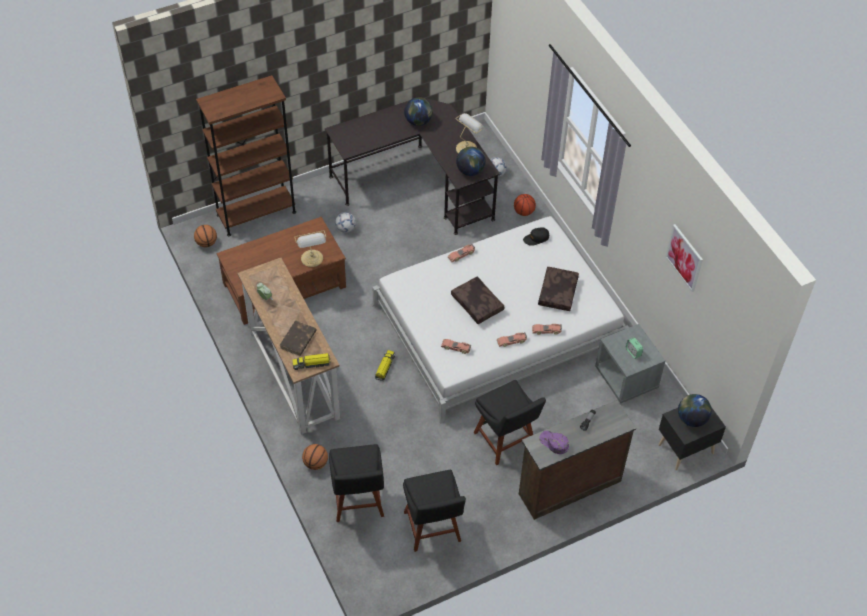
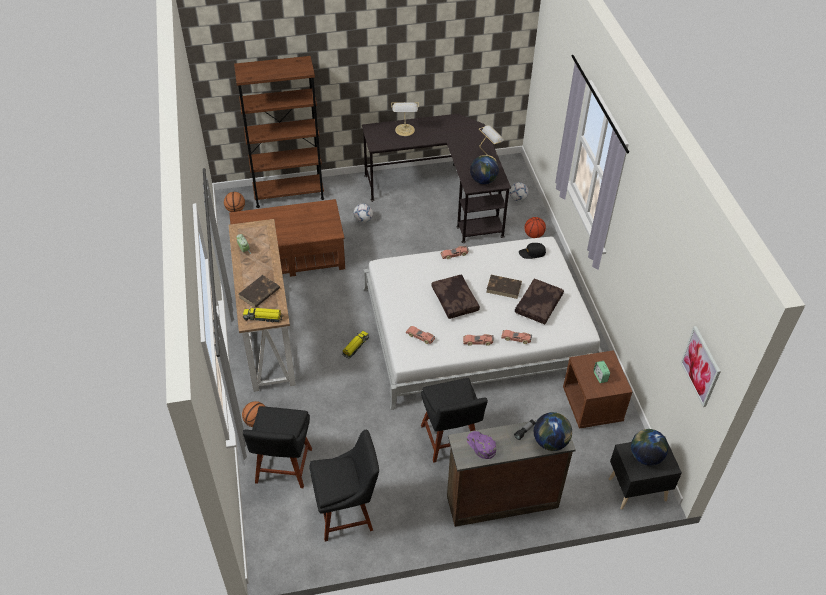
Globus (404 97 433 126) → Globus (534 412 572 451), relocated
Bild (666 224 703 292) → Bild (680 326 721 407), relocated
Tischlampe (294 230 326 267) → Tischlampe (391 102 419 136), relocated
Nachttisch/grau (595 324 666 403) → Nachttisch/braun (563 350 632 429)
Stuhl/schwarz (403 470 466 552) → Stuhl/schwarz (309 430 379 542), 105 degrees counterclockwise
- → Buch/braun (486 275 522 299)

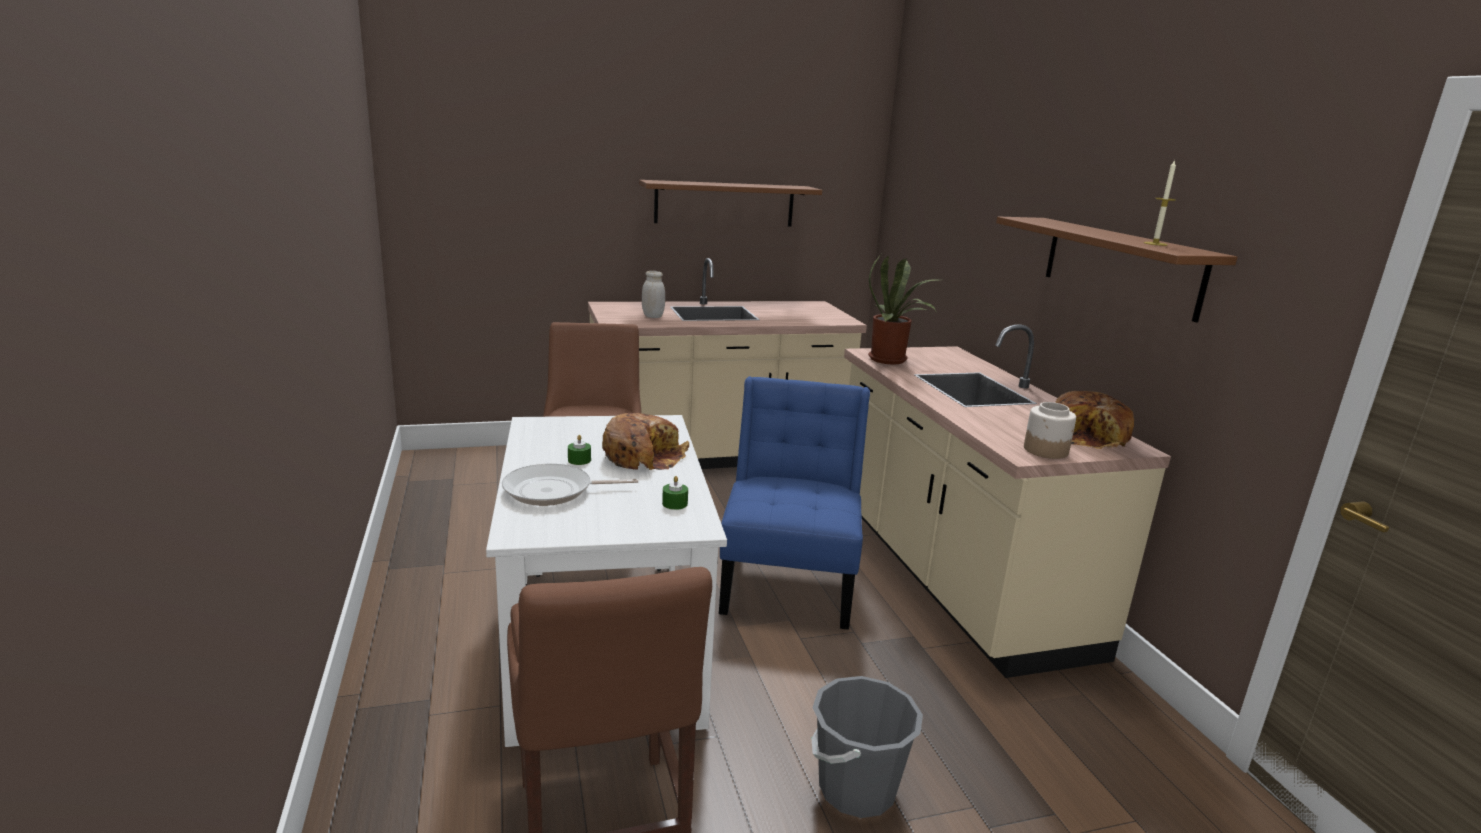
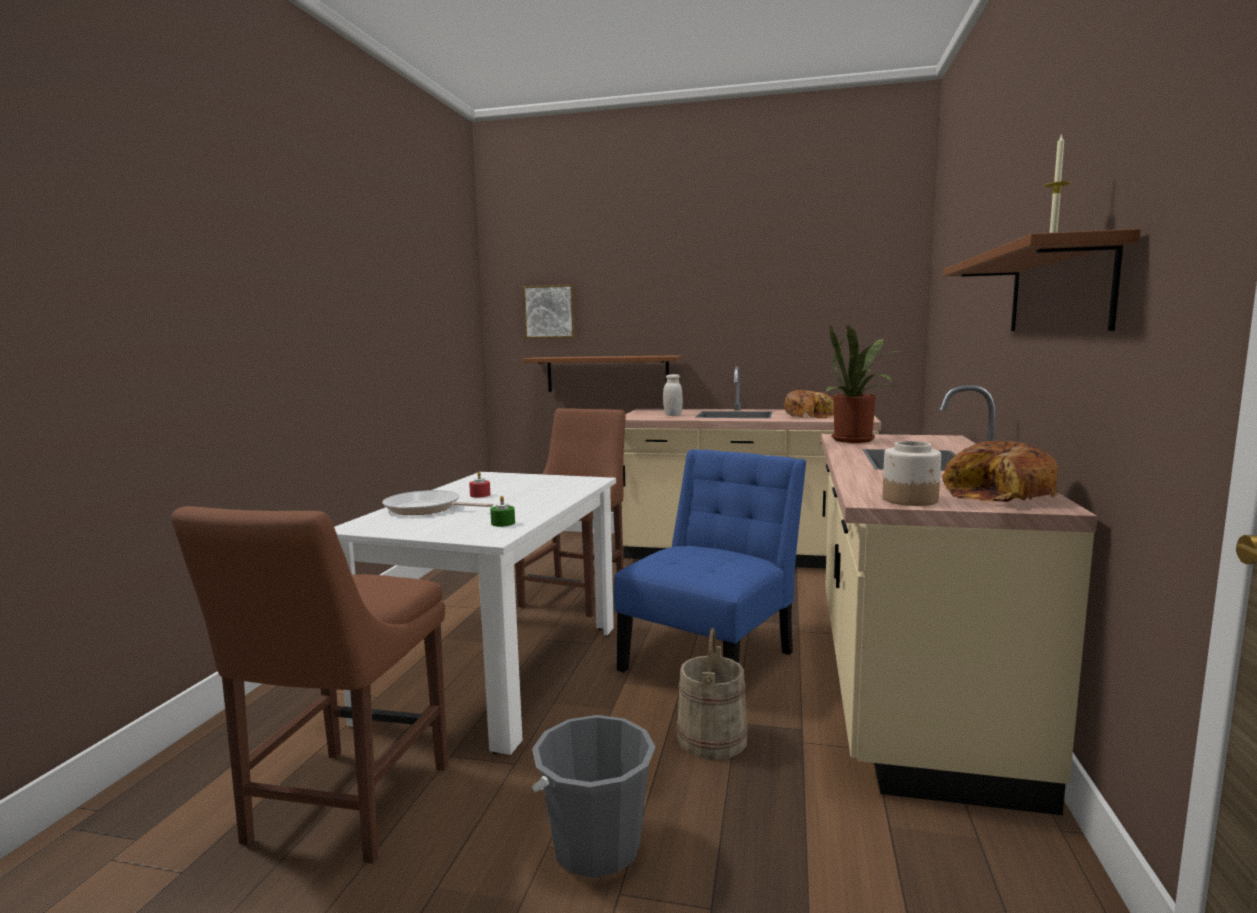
Wandregal/braun (639 180 822 227) → Wandregal/braun (523 355 682 392), relocated
Brot (602 413 689 470) → Brot (784 390 834 419), relocated
Kerze/grün (568 435 591 465) → Kerze/rot (469 472 490 498)
- → Bild (523 284 576 339)
- → Eimer/beige (676 628 748 760)

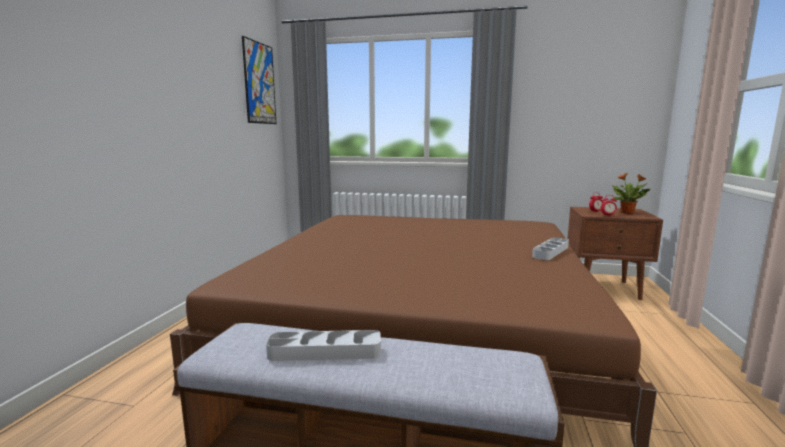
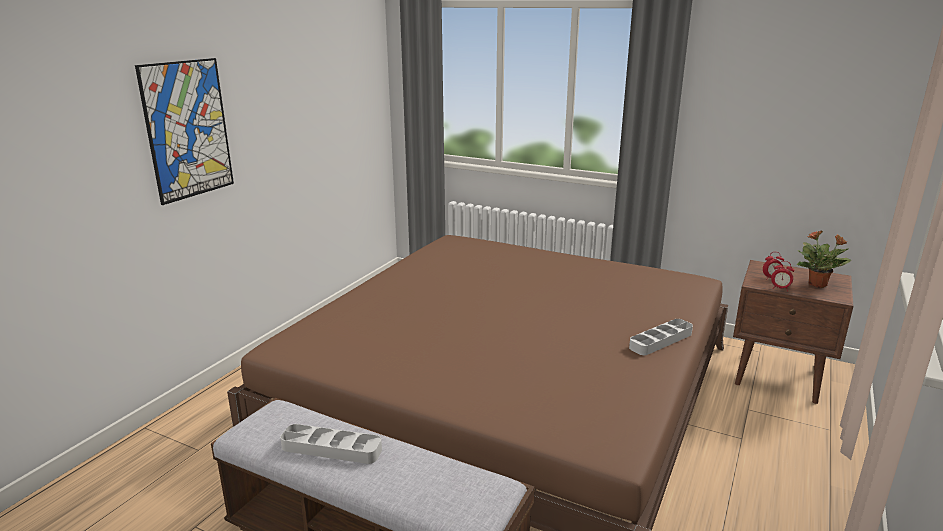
Bild (242 36 276 124) → Bild (135 58 234 205), relocated

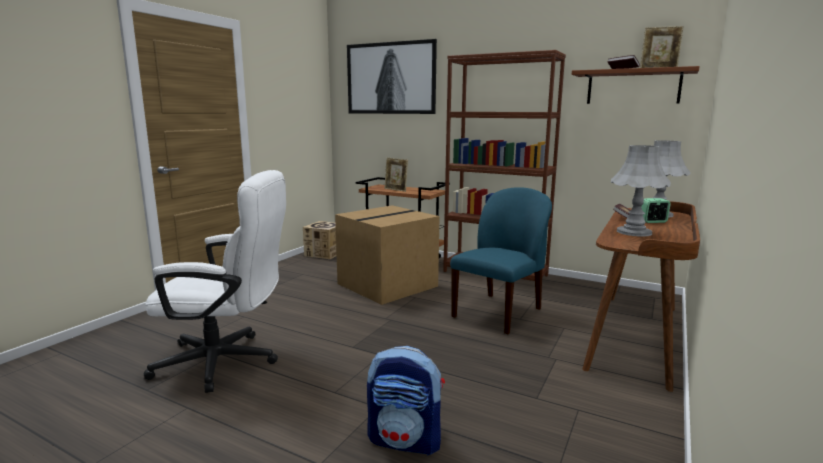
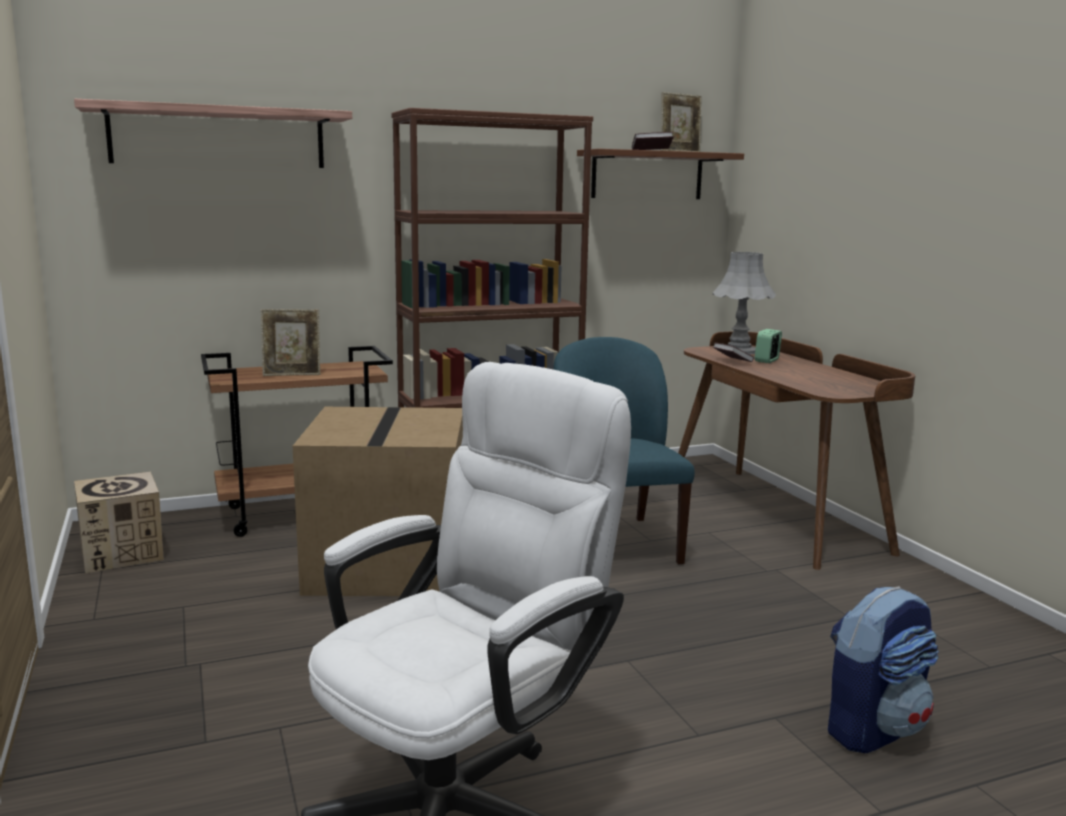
Bild (347 39 437 114) → Wandregal (74 99 352 168)
Tischlampe/grau (611 145 671 237) → -

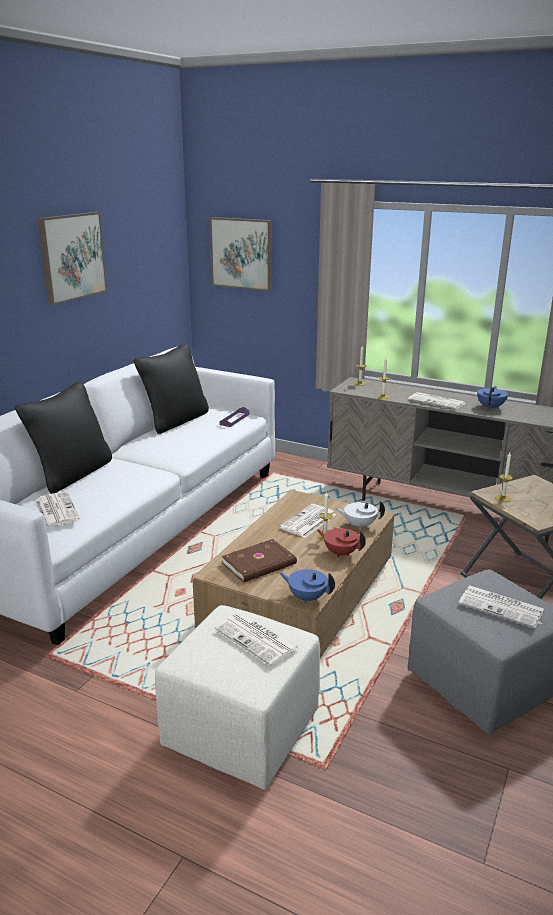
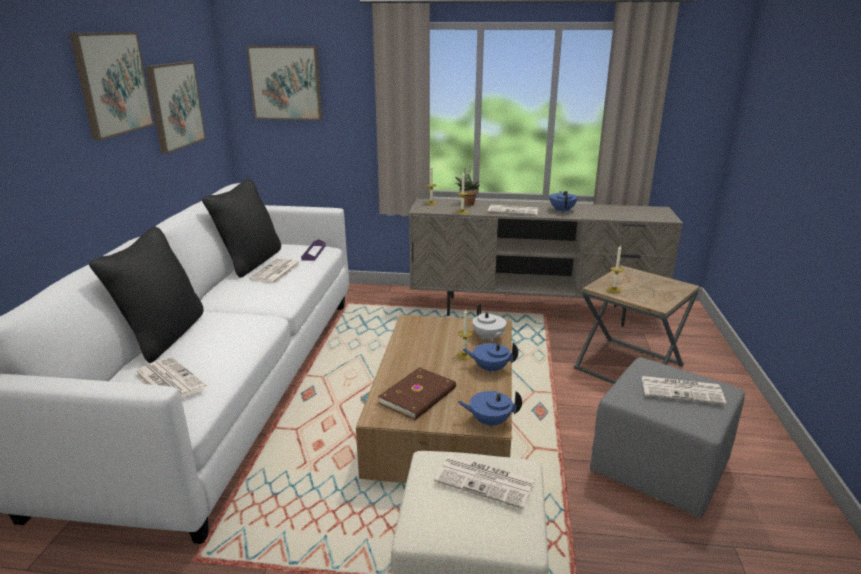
Teekanne/weiß (335 501 385 528) → Teekanne/weiß (472 304 506 342), 105 degrees counterclockwise
Zeitung (279 504 336 538) → Zeitung (250 258 301 283), relocated
Teekanne/rot (317 528 366 557) → Teekanne/blau (463 343 518 374)
- → Bild (146 61 206 154)
- → Topfpflanze (455 165 480 206)

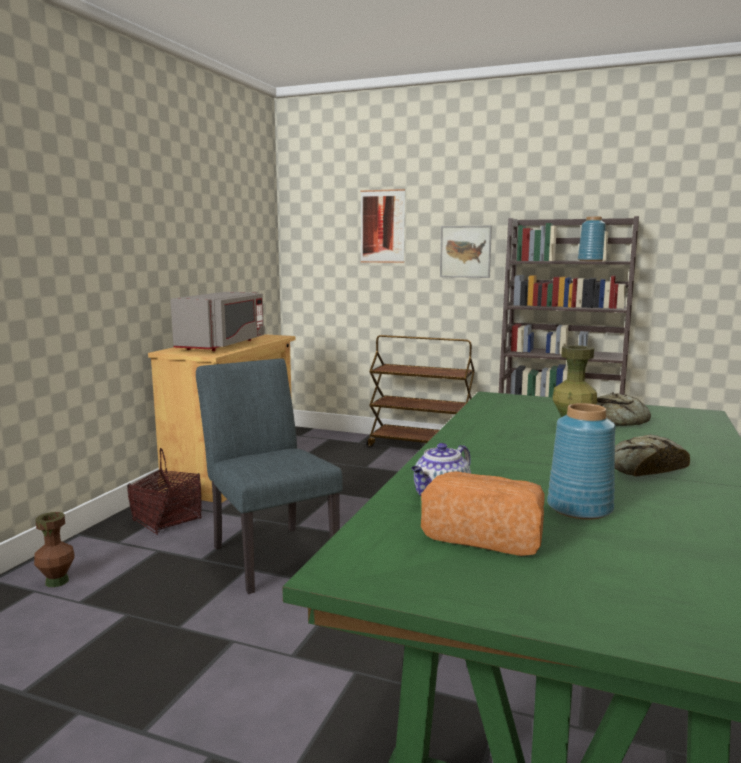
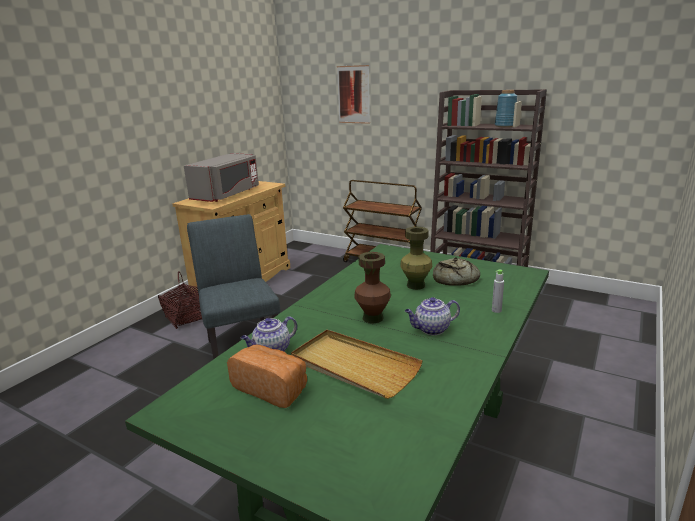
Bild (440 226 492 278) → -
Vase/blau (547 403 616 519) → Tablett/beige (291 330 423 399)
Brot (614 434 690 477) → Teekanne (405 297 460 335)
Vase/braun (34 512 75 587) → Vase/braun (354 252 391 324), relocated
- → Flasche/grau (492 269 504 313)

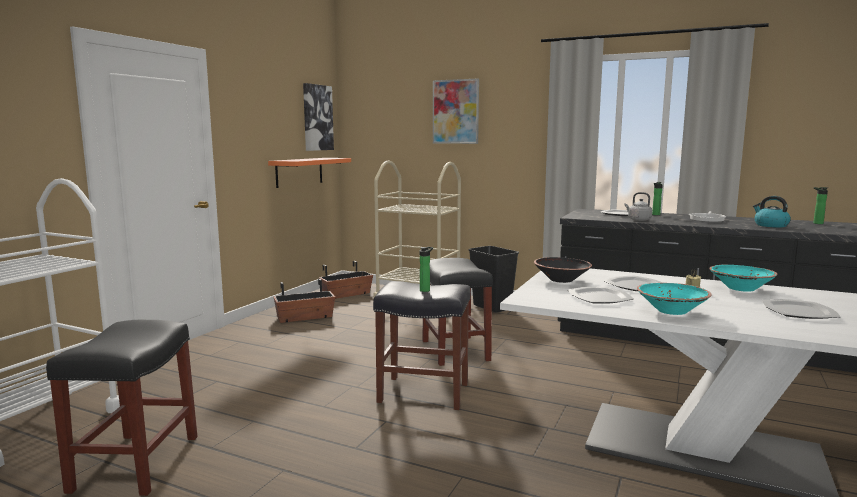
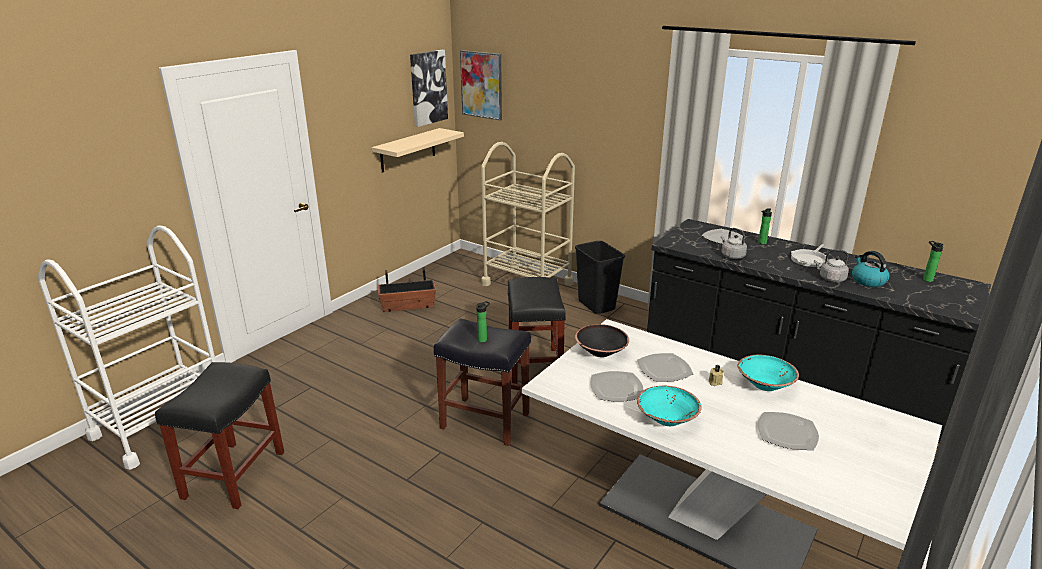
Bild (433 78 479 144) → Bild (460 50 502 120), relocated
Wandregal/orange (268 158 351 188) → Wandregal/beige (372 128 464 173)
Pflanzkübel (319 261 373 299) → -
- → Wasserkessel/grau (814 249 849 282)

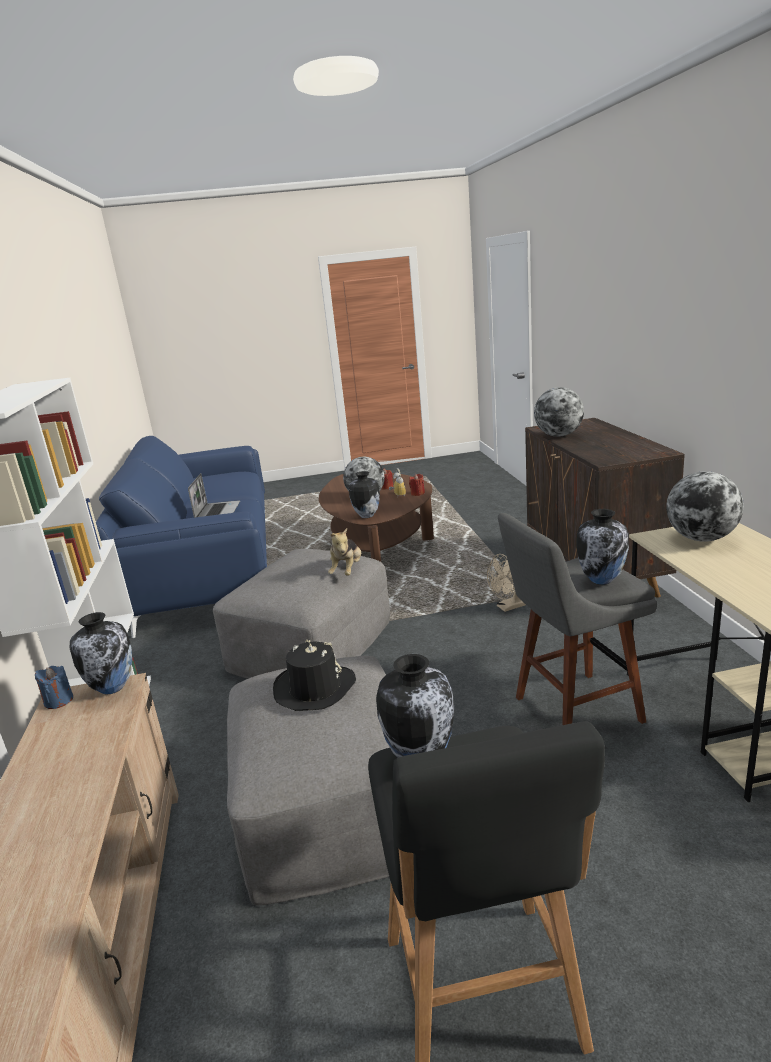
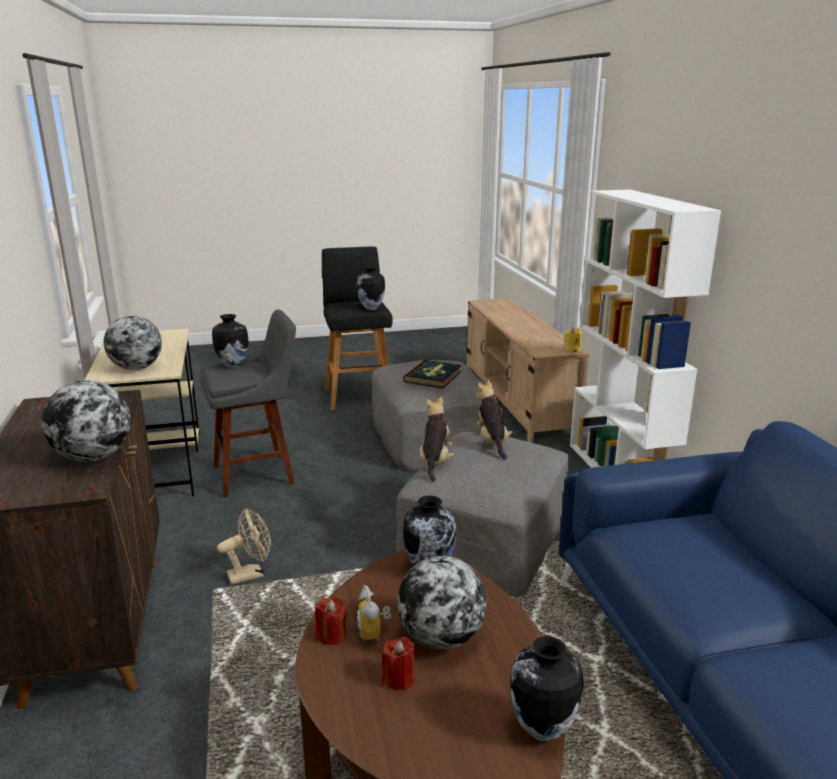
Laptop (188 473 240 518) → -
Vase (70 612 132 695) → Vase (510 636 584 741), relocated
Hut/schwarz (273 640 356 711) → Buch (403 360 461 388)
Kerze/blau (35 666 73 709) → Kerze/gelb (564 327 582 352)
- → Plüschtier (476 379 513 460)

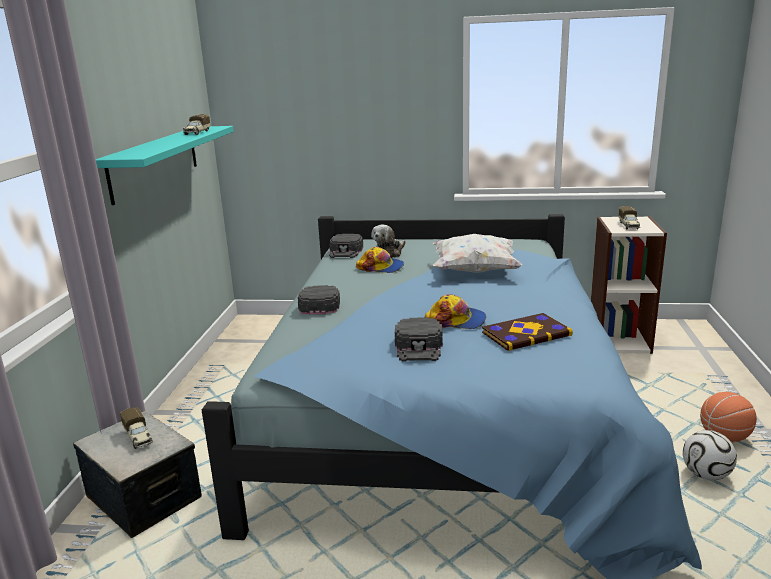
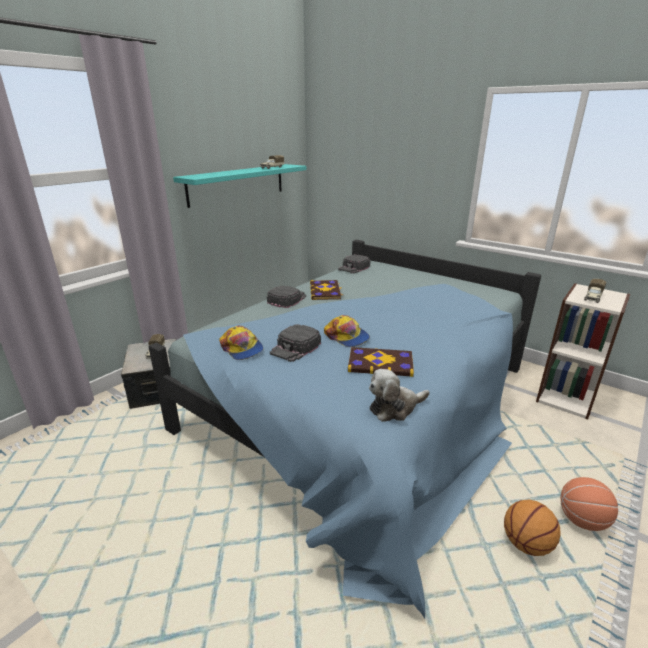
Plüschtier (371 224 405 258) → Plüschtier (369 369 429 422), relocated
Kissen/weiß (433 234 522 273) → -
Kappe (356 247 404 273) → Kappe (219 326 264 360), relocated
Fußball (683 430 737 480) → Basketball (504 500 561 556)
- → Buch (310 280 343 300)

